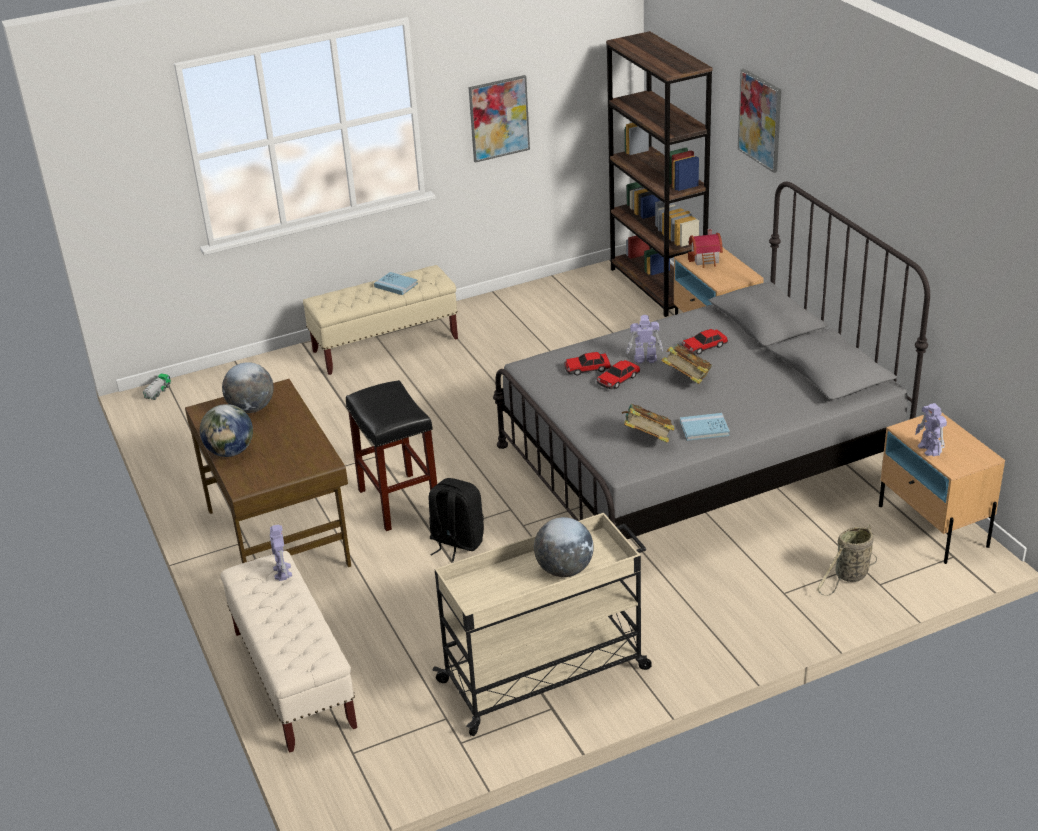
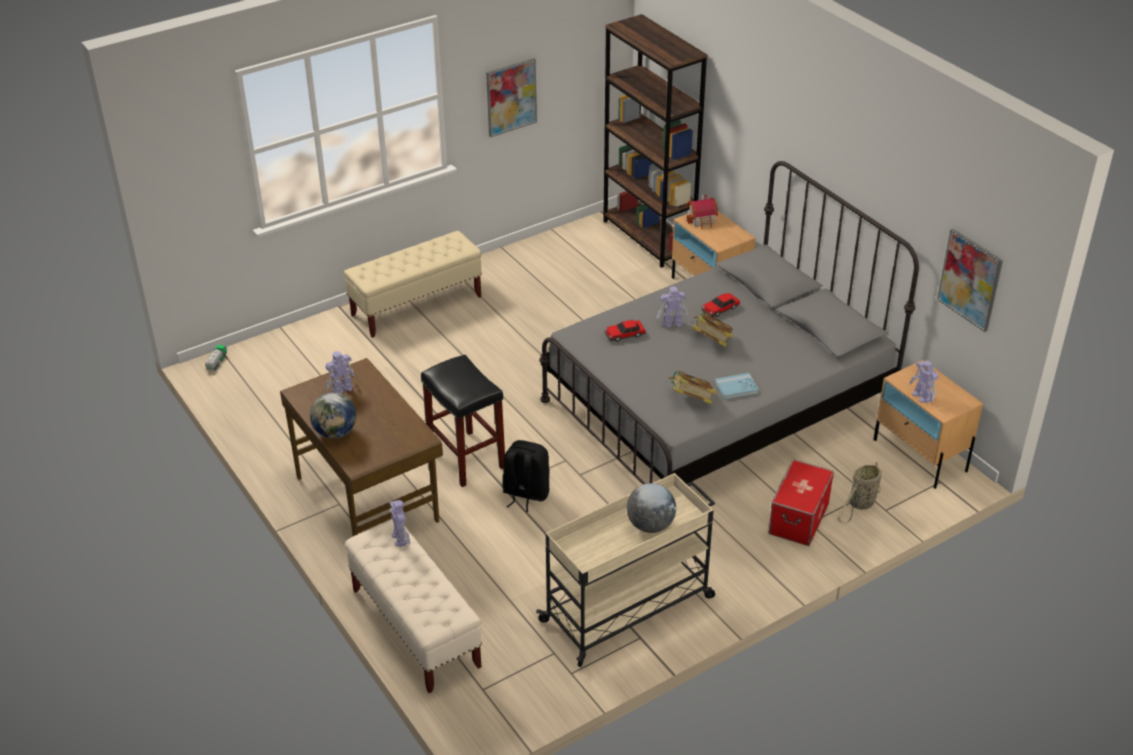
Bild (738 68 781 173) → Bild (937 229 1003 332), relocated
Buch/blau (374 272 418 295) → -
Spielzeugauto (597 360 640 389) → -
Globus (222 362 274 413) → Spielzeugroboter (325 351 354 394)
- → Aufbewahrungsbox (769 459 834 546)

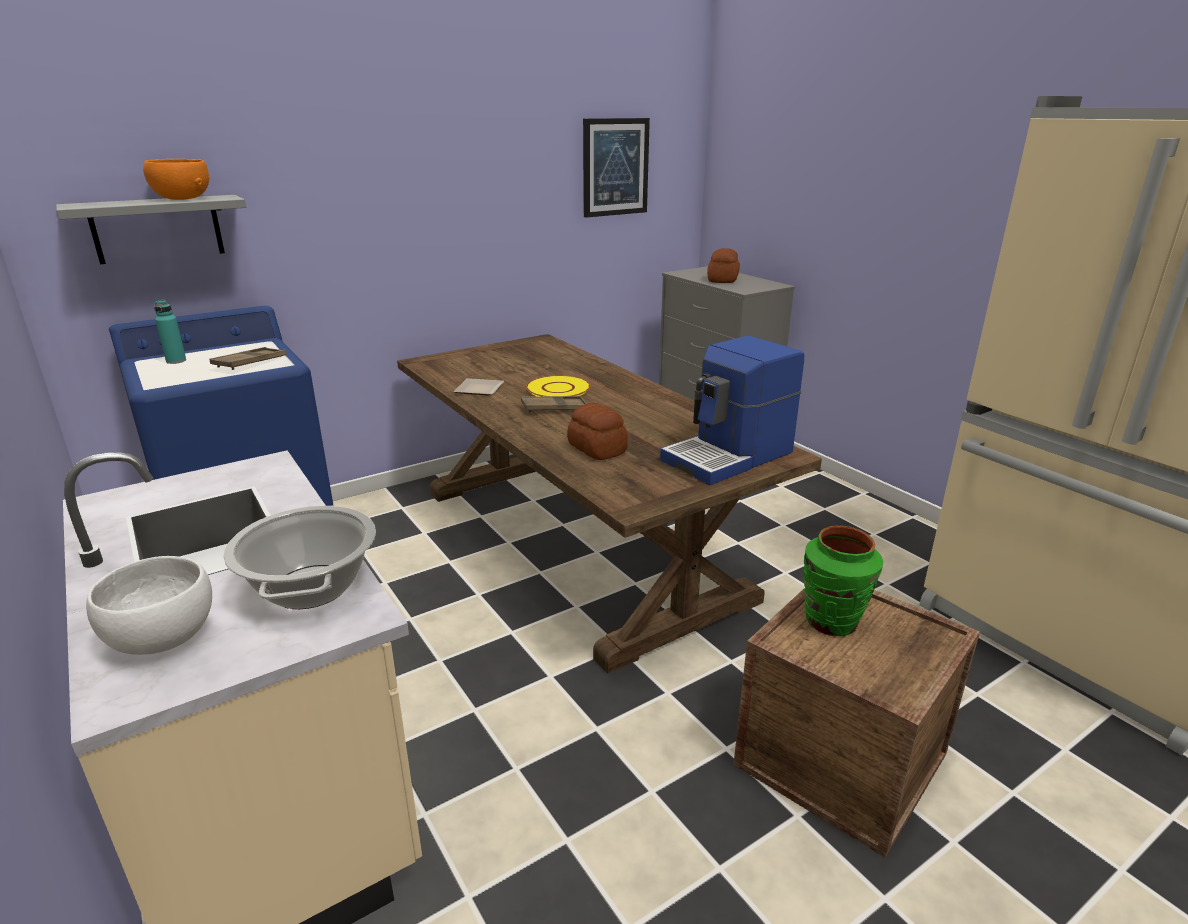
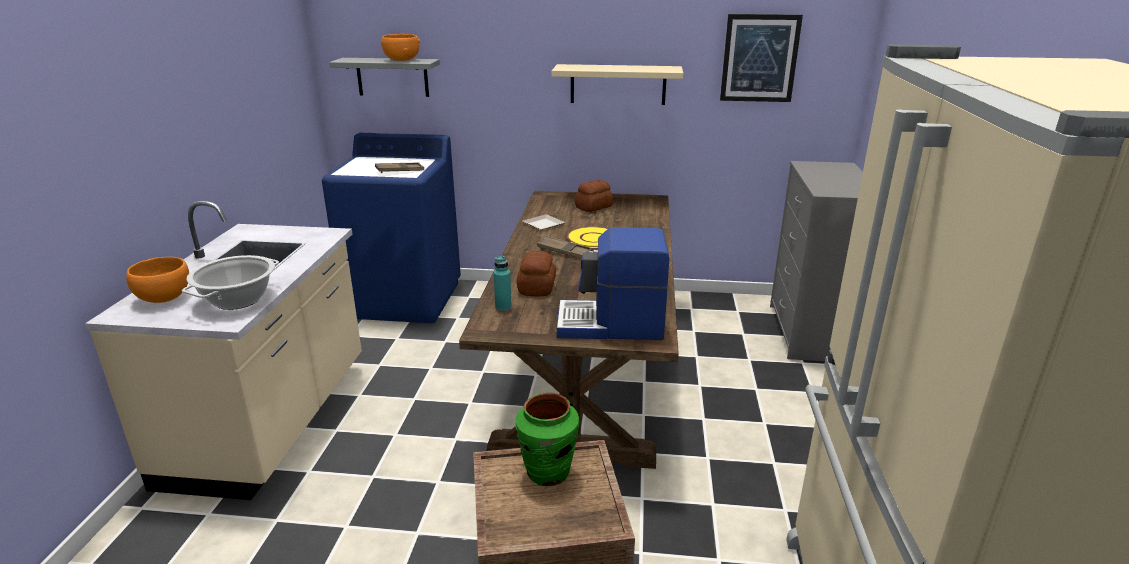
Brot (707 248 740 283) → Brot (575 180 613 212), relocated
Flasche/türkis (154 300 186 364) → Flasche/türkis (494 256 512 311), relocated
Schüssel/weiß (86 556 212 655) → Schüssel/orange (126 257 189 303)
- → Wandregal/beige (551 64 683 105)

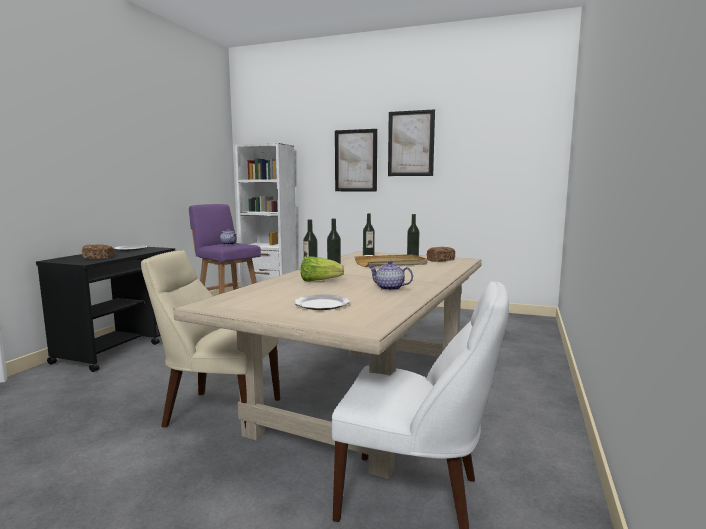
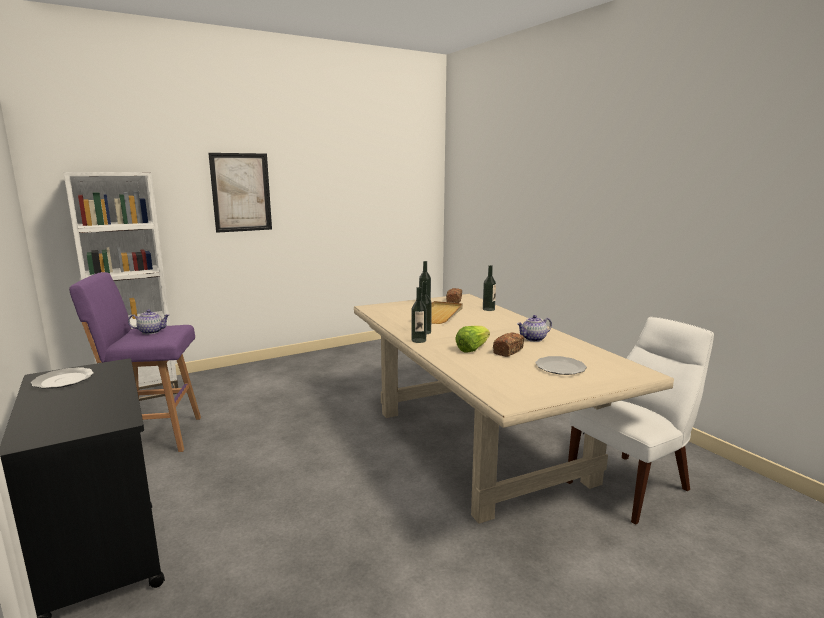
Bild (388 109 435 176) → -
Flasche (363 213 375 256) → Flasche (483 265 496 311), relocated
Brot (82 244 114 259) → Brot (493 332 524 357), relocated
Stuhl/beige (141 250 280 429) → -

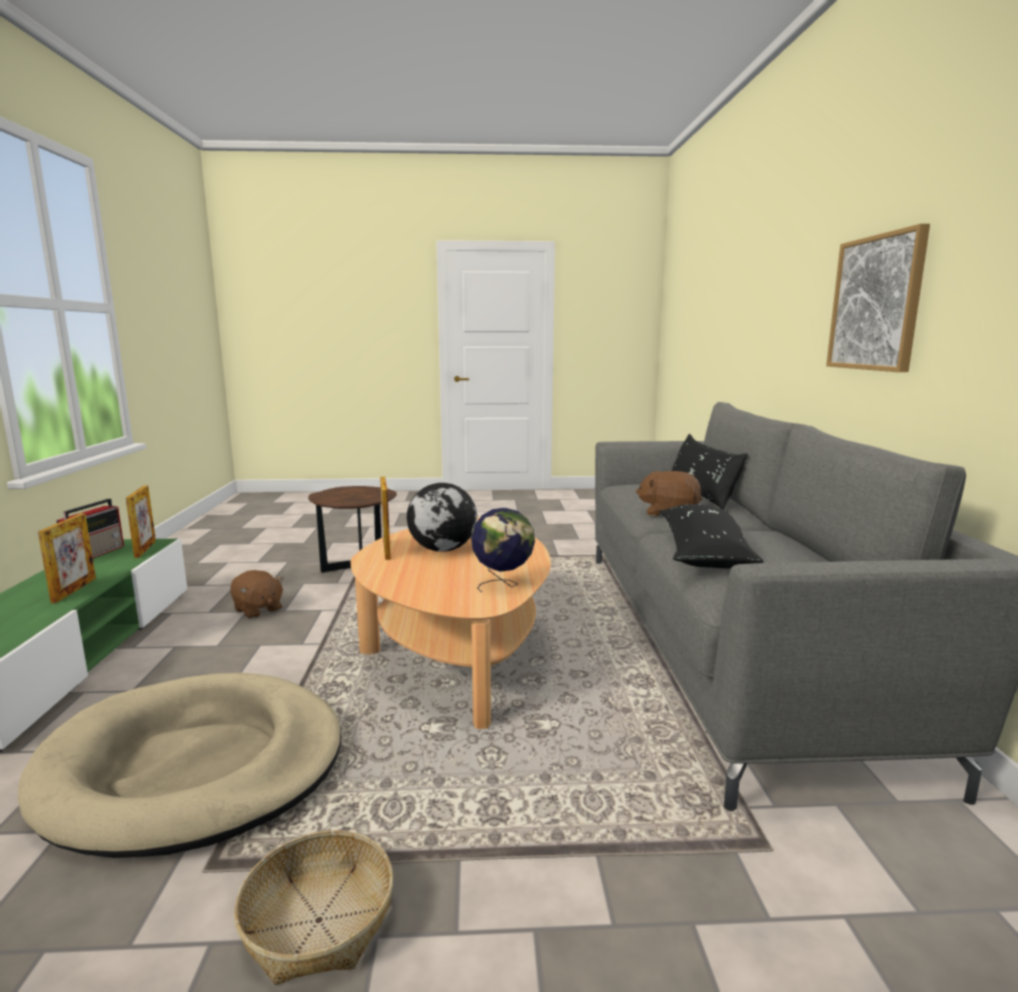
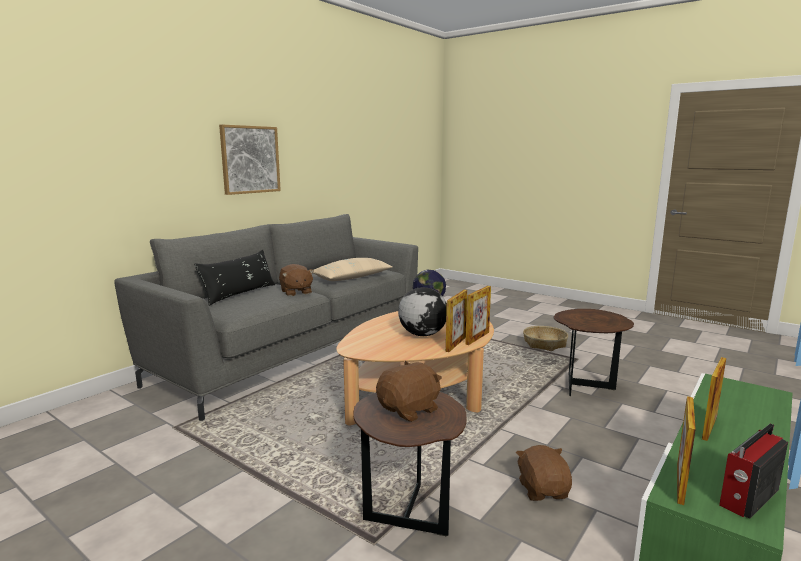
Kissen/schwarz (659 504 764 568) → Kissen/beige (313 258 393 281)
Hundebett/beige (17 673 341 858) → Beistelltisch/braun (553 309 634 396)
- → Bilderrahmen (465 286 491 345)
- → Plüschtier/braun (376 361 442 422)

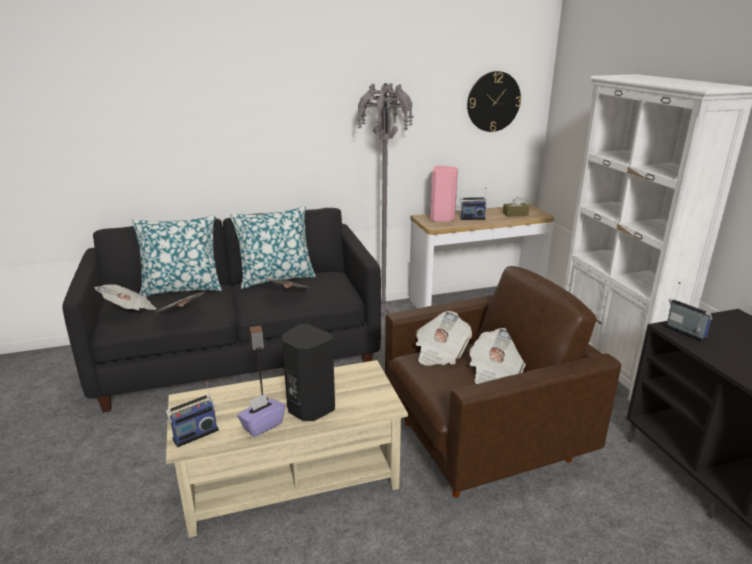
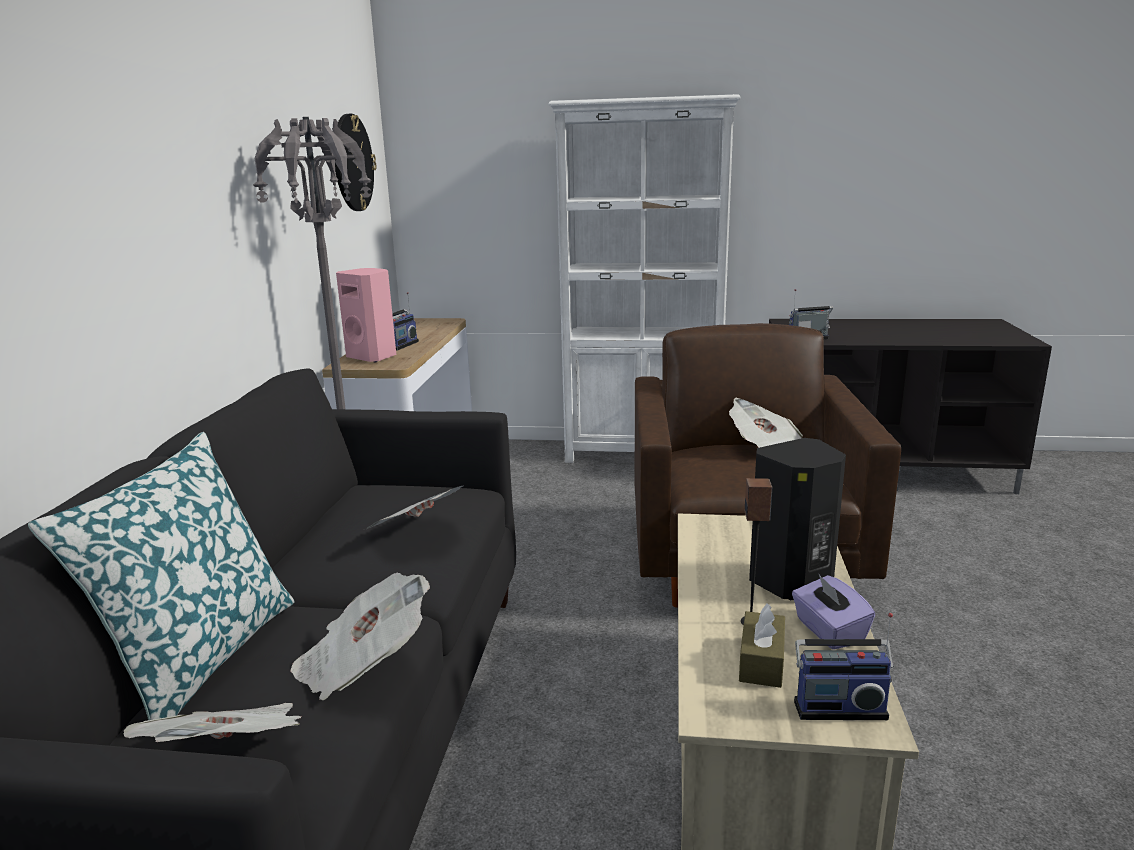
Taschentuchbox/braun (503 196 529 217) → Taschentuchbox/braun (739 603 785 688), relocated
Kissen (230 206 316 289) → -
Zeitung (415 311 472 366) → -
Radio (166 382 219 447) → Radio (794 613 894 720), 105 degrees clockwise

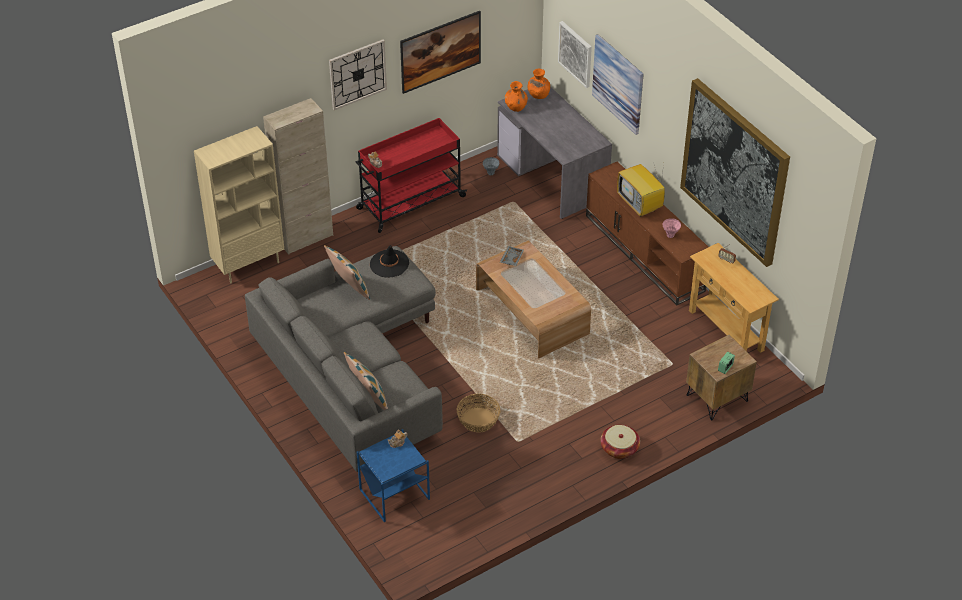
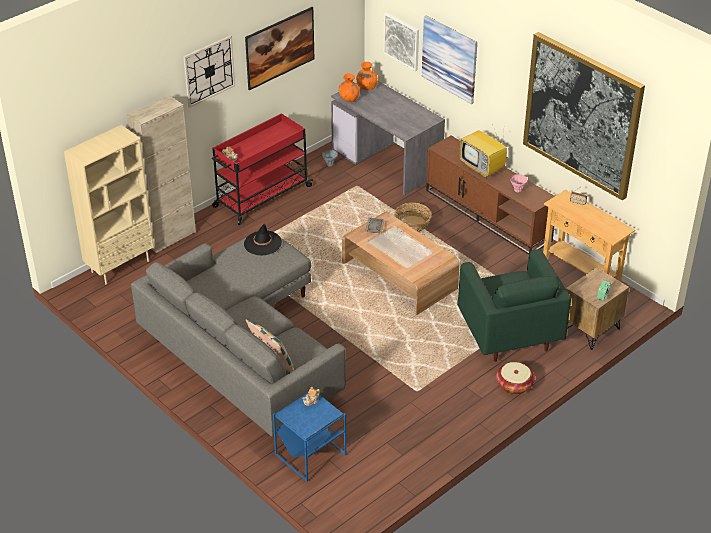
Kissen (324 245 370 300) → -
Korb (457 394 500 433) → Korb (394 203 432 232), relocated
- → Sessel/grün (457 249 571 362)

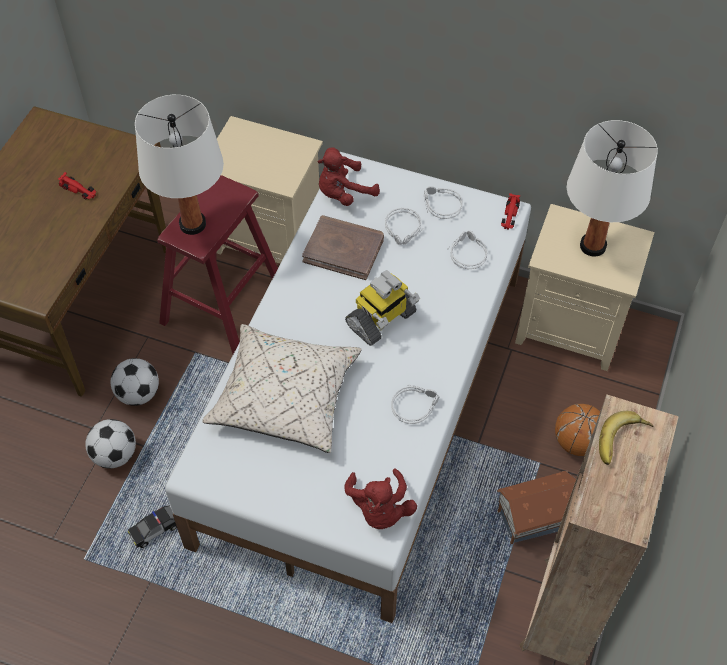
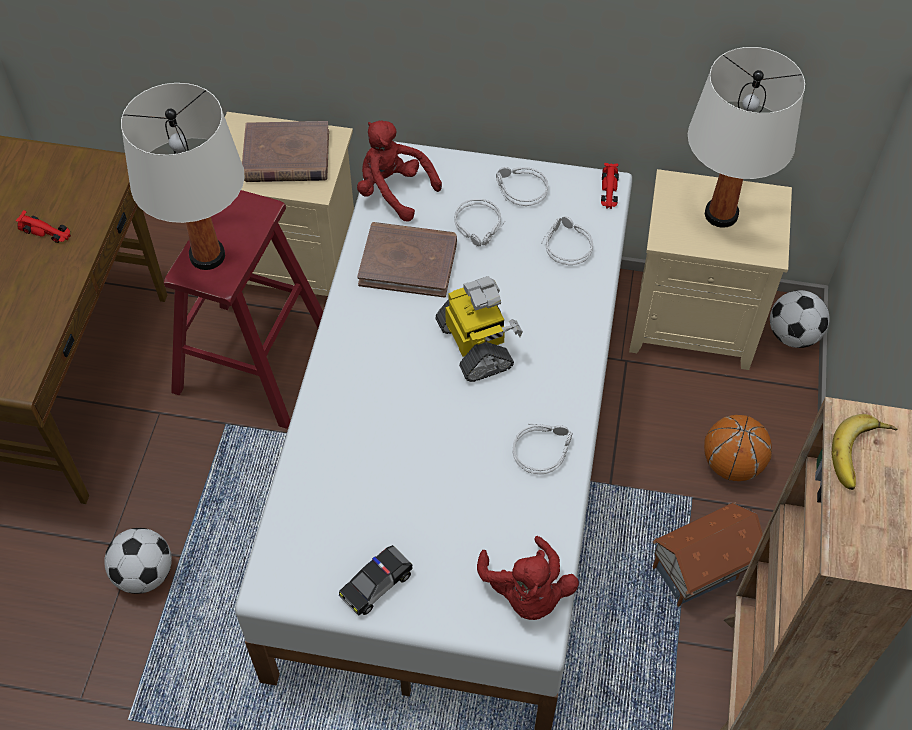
Plüschtier/rot (318 147 380 206) → Plüschtier/rot (357 120 442 222), 75 degrees clockwise
Spielzeugroboter (345 270 420 346) → Spielzeugroboter (435 276 523 382), 60 degrees counterclockwise
Kissen/beige (202 324 362 453) → -
Fußball (111 358 159 406) → Fußball (770 290 830 348), relocated
Spielzeugauto (128 505 177 548) → Spielzeugauto (339 545 413 616), relocated
- → Buch/braun (242 121 329 182)

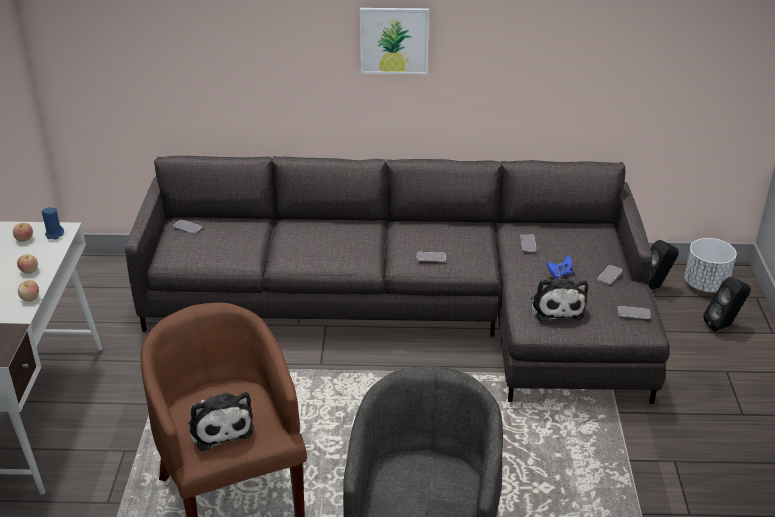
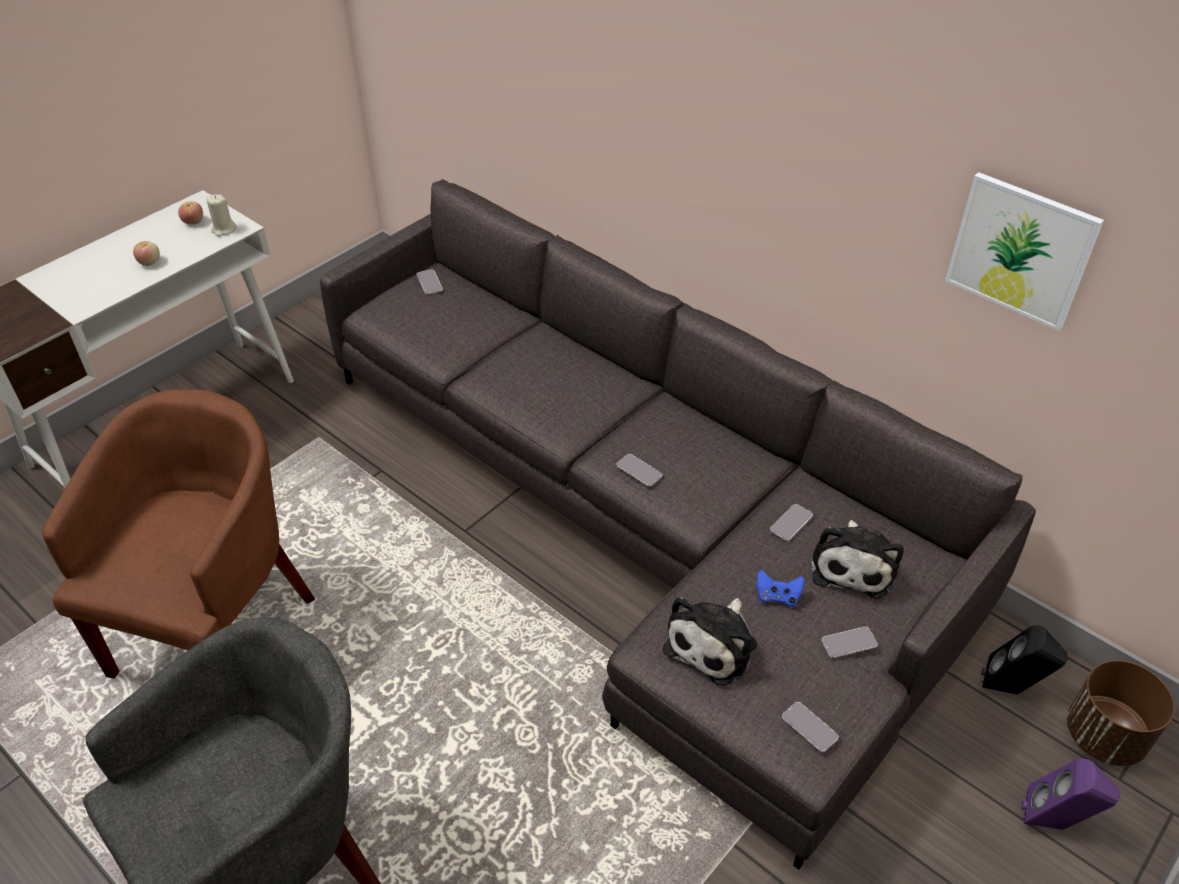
Bild (360 8 429 74) → Bild (945 172 1104 331), relocated
Kerze/blau (42 207 64 239) → Kerze/beige (207 195 236 237)
Pflanzkübel/weiß (684 238 737 292) → Pflanzkübel/braun (1067 660 1175 766)
Lautsprecher/schwarz (703 277 751 332) → Lautsprecher/lila (1021 759 1120 830)
Apfel (18 280 39 301) → -
Plüschtier (188 392 254 451) → Plüschtier (812 520 904 599), relocated

